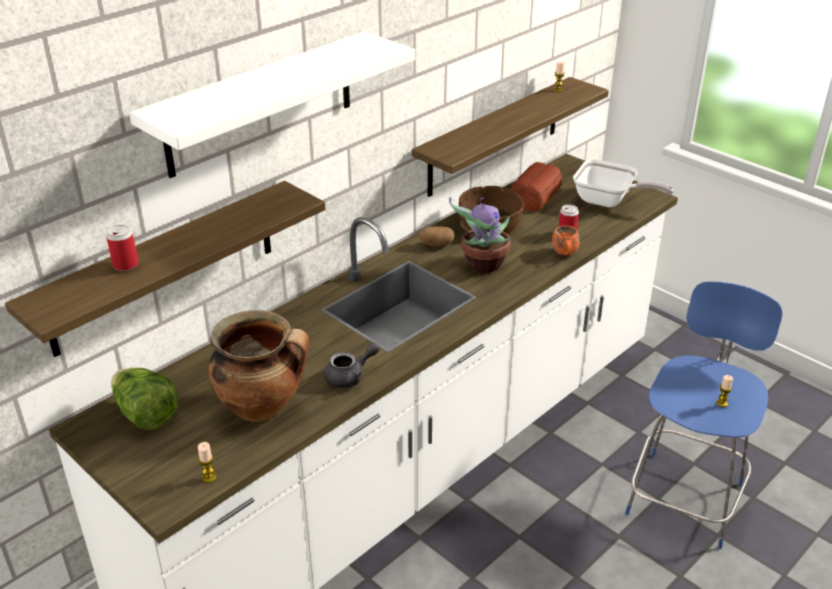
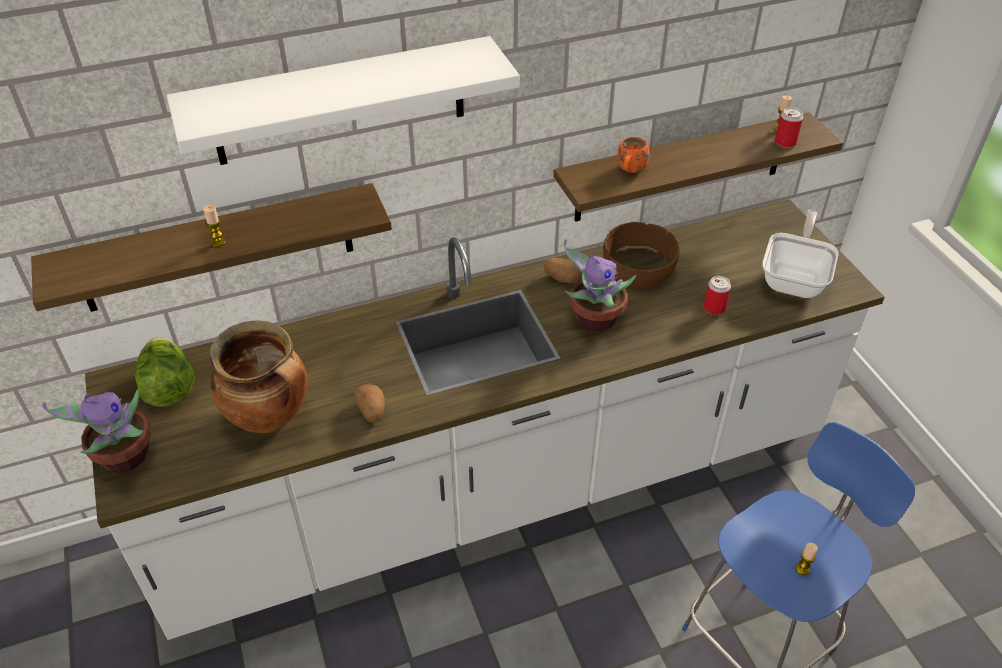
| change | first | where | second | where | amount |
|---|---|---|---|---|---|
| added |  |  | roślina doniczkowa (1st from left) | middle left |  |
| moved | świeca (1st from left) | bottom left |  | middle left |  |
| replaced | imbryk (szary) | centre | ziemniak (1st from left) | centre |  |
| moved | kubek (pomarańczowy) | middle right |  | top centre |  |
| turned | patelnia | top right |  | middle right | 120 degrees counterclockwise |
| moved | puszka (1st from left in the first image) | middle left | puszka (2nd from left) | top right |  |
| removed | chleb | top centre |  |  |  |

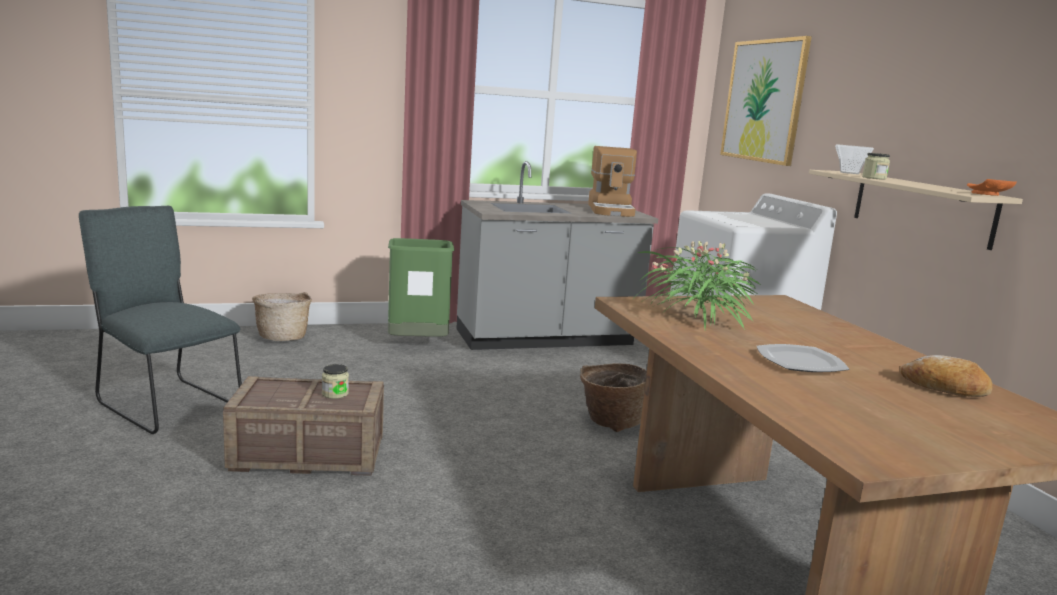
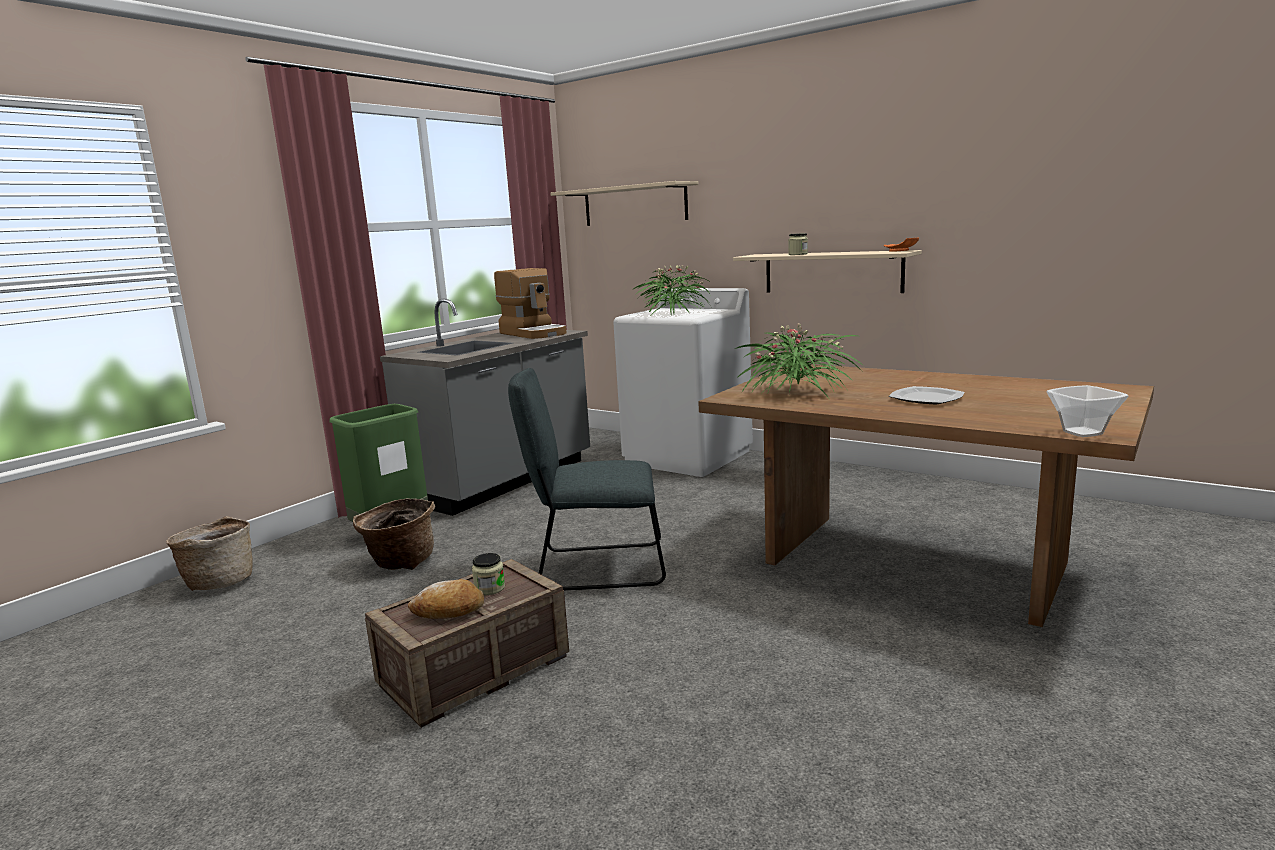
| change | first | where | second | where | amount |
|---|---|---|---|---|---|
| moved | koszyk (2nd from left) | bottom centre |  | middle left |  |
| moved | chleb | middle right |  | bottom centre |  |
| moved | krzesło (szary) | middle left |  | centre |  |
| replaced | obraz | top right | półka (beżowy) (1st from left) | top centre |  |
| added |  |  | roślina doniczkowa (1st from left) | centre |  |
| moved | miska | top right |  | middle right |  |

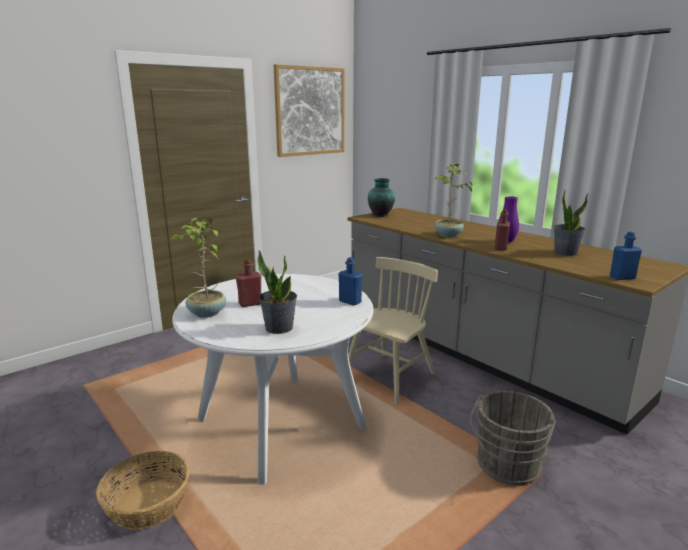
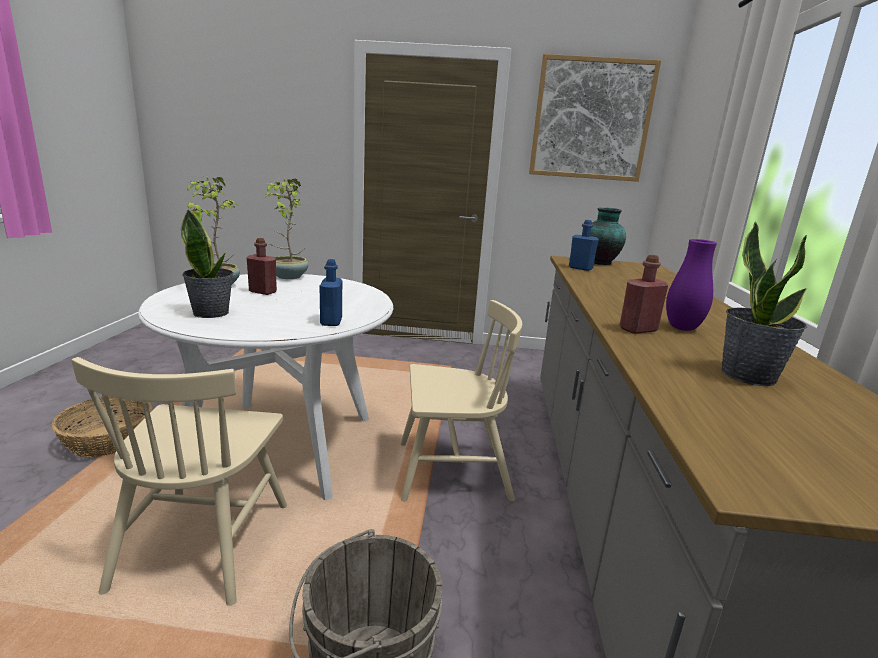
| change | first | where | second | where | amount |
|---|---|---|---|---|---|
| added |  |  | krzesło (beżowy) (1st from left) | bottom left |  |
| moved | roślina doniczkowa (3rd from left) | centre |  | middle left |  |
| moved | butelka (niebieski) (2nd from left) | middle right |  | centre |  |

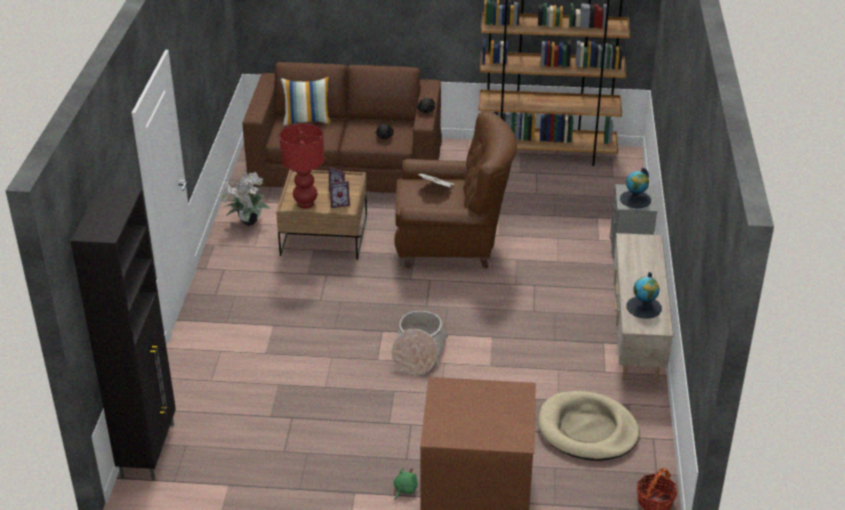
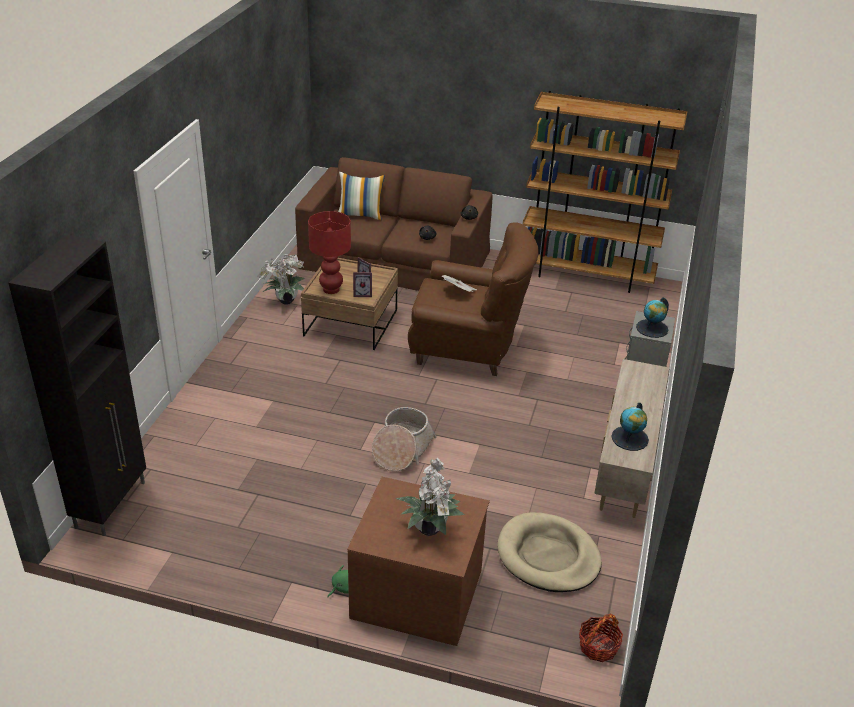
| change | first | where | second | where | amount |
|---|---|---|---|---|---|
| added |  |  | roślina doniczkowa (2nd from left) | bottom centre |  |

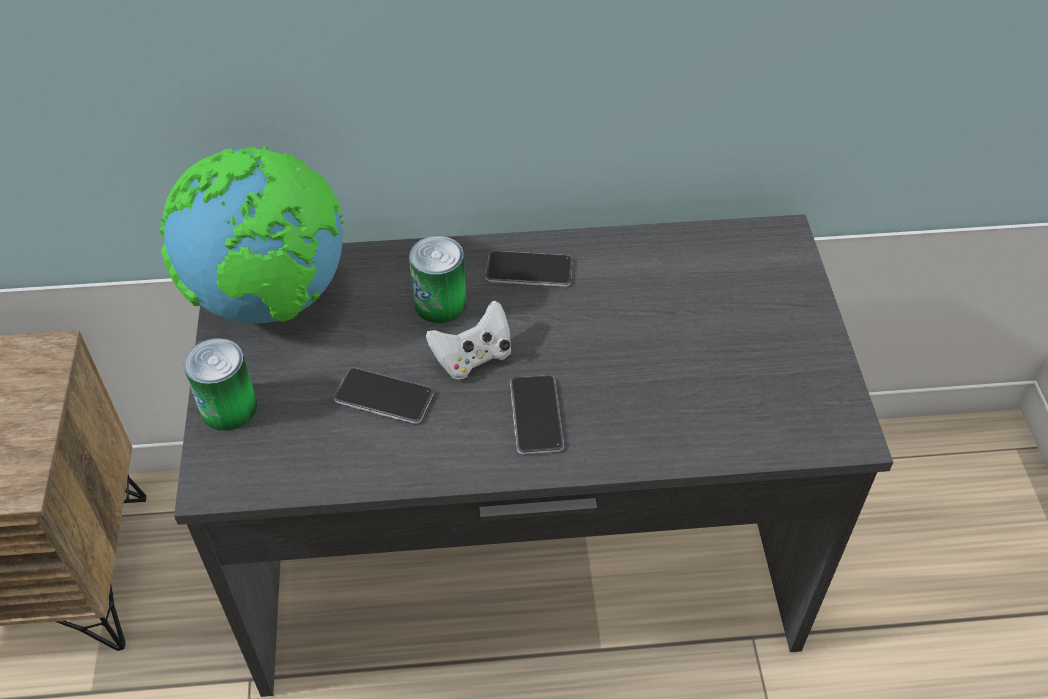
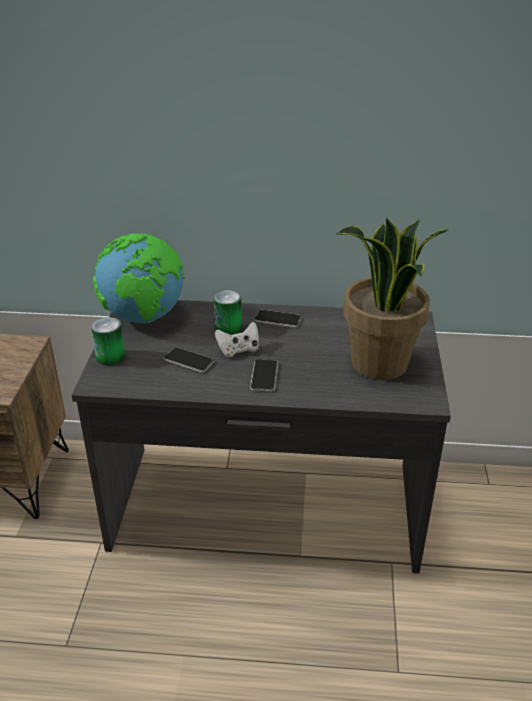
| change | first | where | second | where | amount |
|---|---|---|---|---|---|
| added |  |  | roślina doniczkowa | middle right |  |

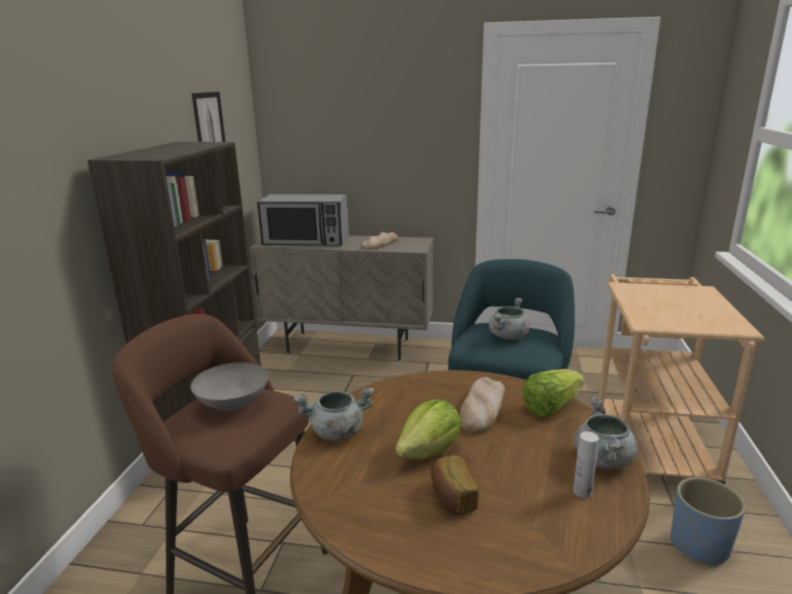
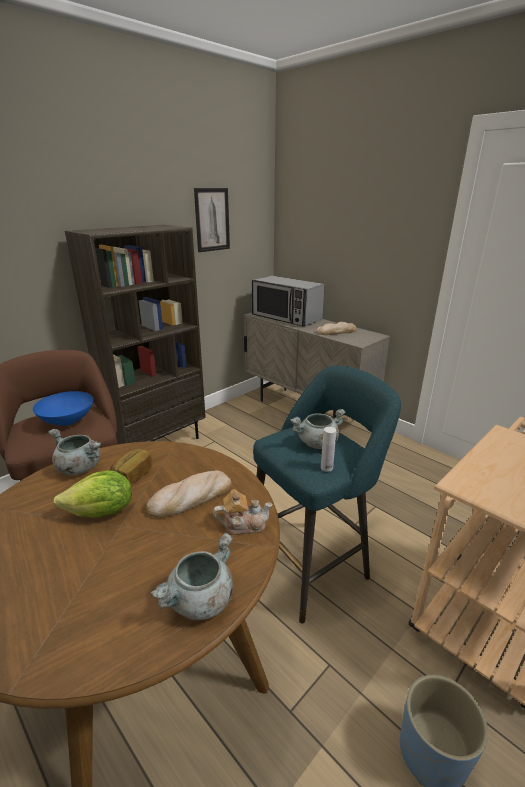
| change | first | where | second | where | amount |
|---|---|---|---|---|---|
| recoloured | miska (szary) | middle left | miska (niebieski) | middle left |  |
| moved | chleb (2nd from left in the first image) | bottom centre | chleb (1st from left) | middle left |  |
| replaced | sałata (2nd from left) | middle right | imbryk | centre |  |
| moved | butelka (biały) | bottom right |  | centre |  |

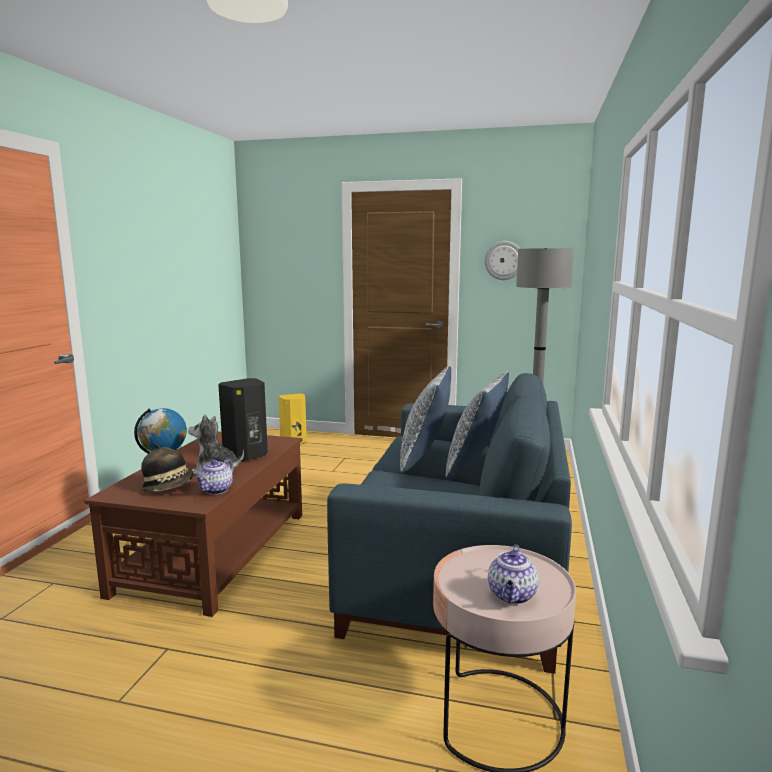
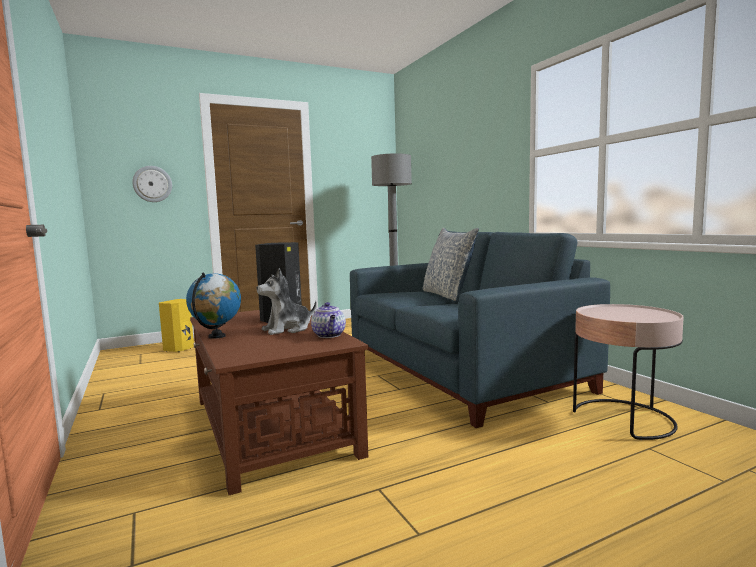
| change | first | where | second | where | amount |
|---|---|---|---|---|---|
| moved | zegar ścienny | centre |  | top left |  |
| removed | kapelusz | middle left |  |  |  |
| removed | poduszka (1st from left) | centre |  |  |  |
| removed | imbryk (2nd from left) | bottom centre |  |  |  |

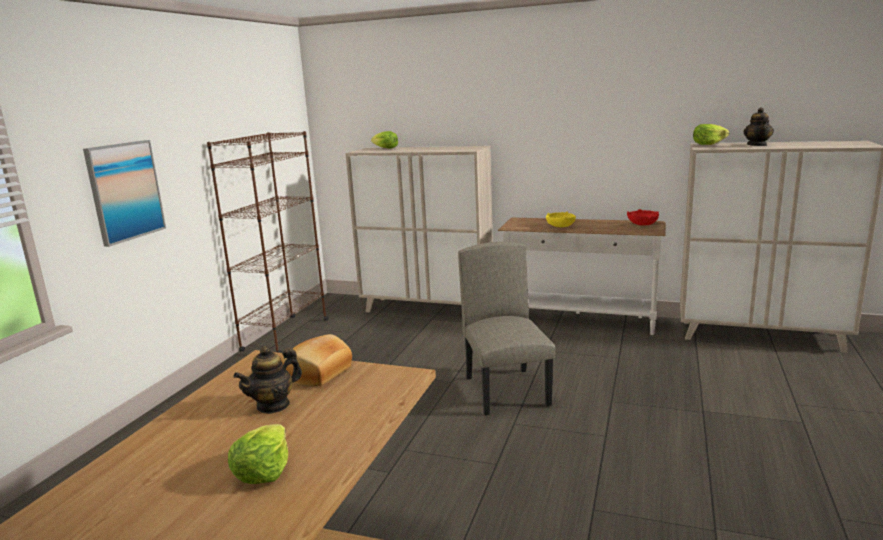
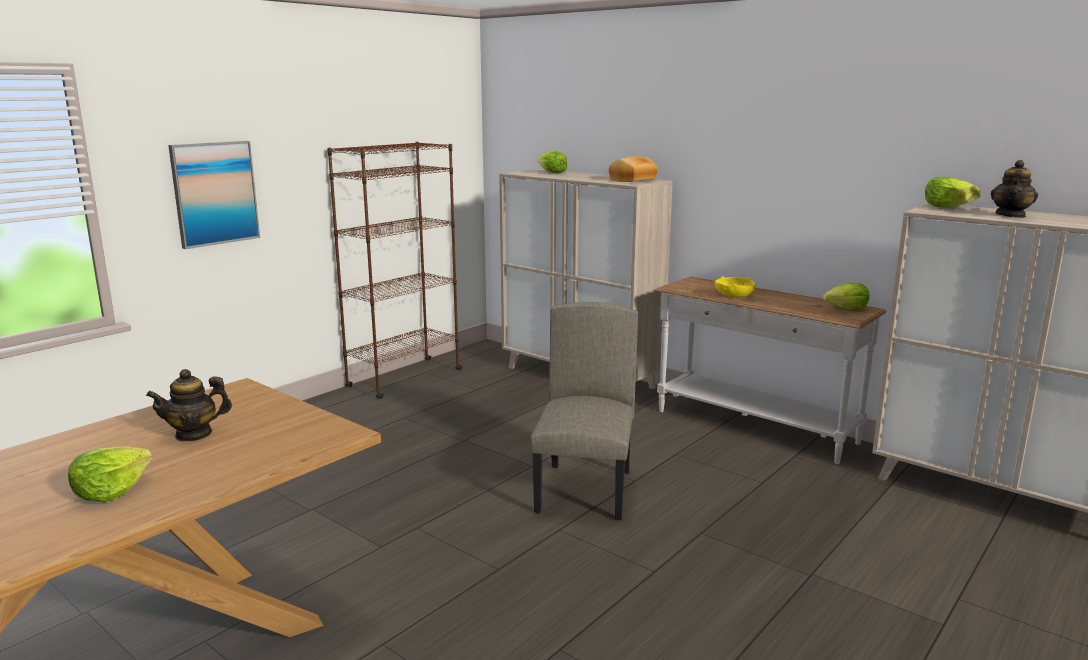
| change | first | where | second | where | amount |
|---|---|---|---|---|---|
| moved | chleb | bottom centre |  | top centre |  |
| replaced | miska (czerwony) | middle right | sałata (3rd from left) | middle right |  |

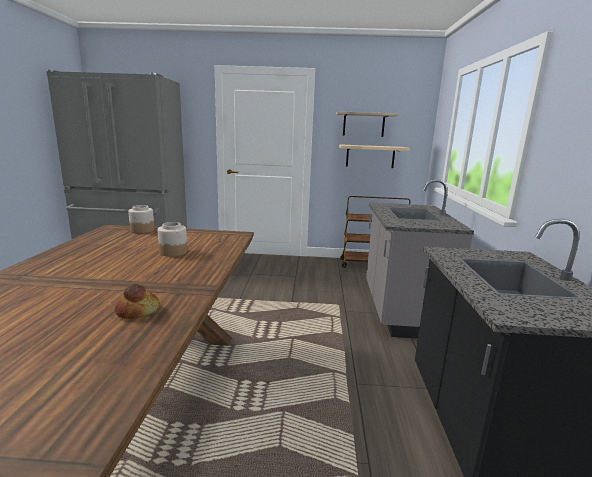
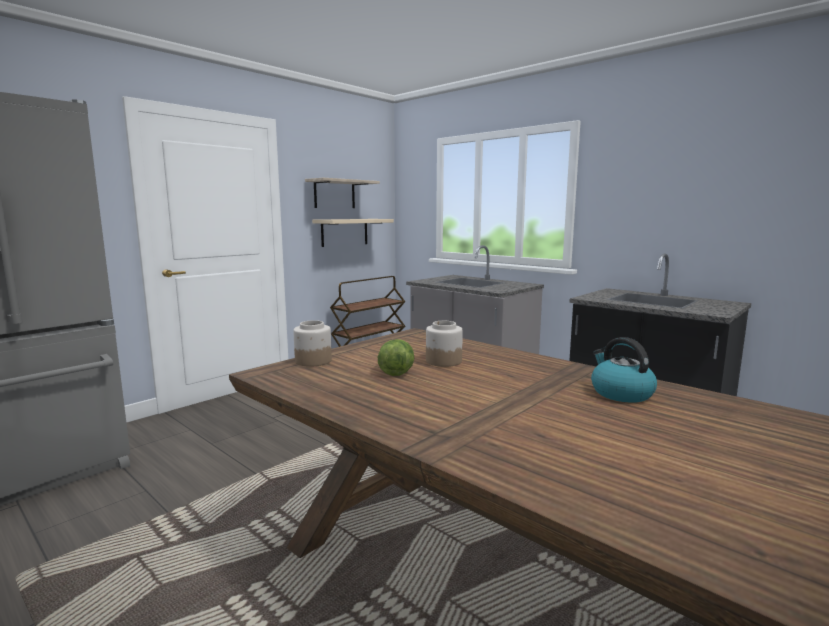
| change | first | where | second | where | amount |
|---|---|---|---|---|---|
| added |  |  | sałata | centre |  |
| replaced | chleb | middle left | czajnik | middle right |  |

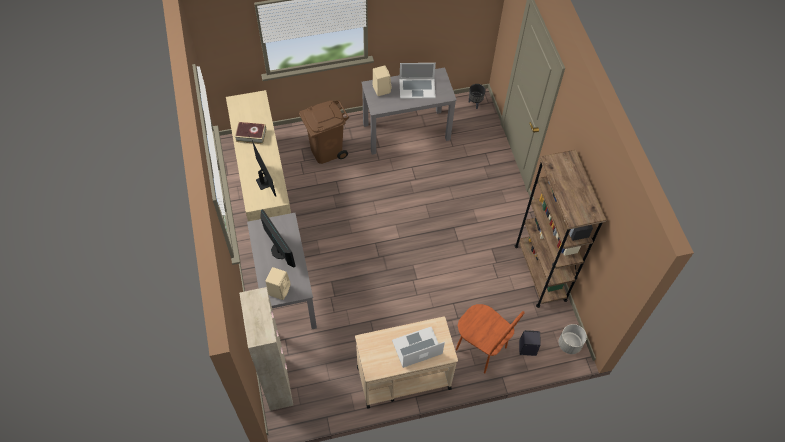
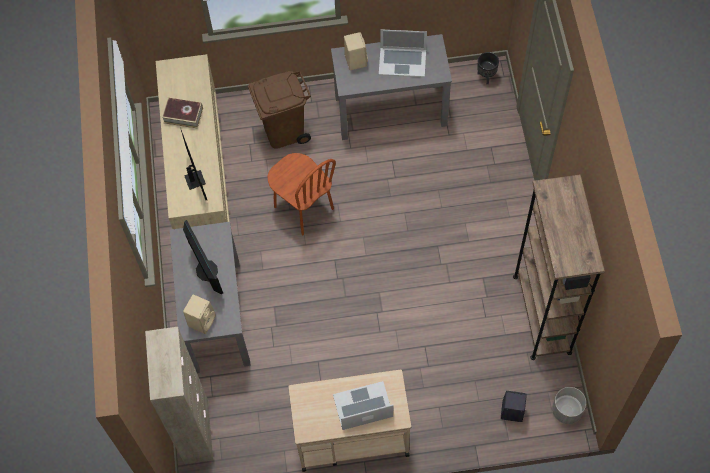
| change | first | where | second | where | amount |
|---|---|---|---|---|---|
| moved | krzesło (brązowy) | bottom centre |  | centre |  |

